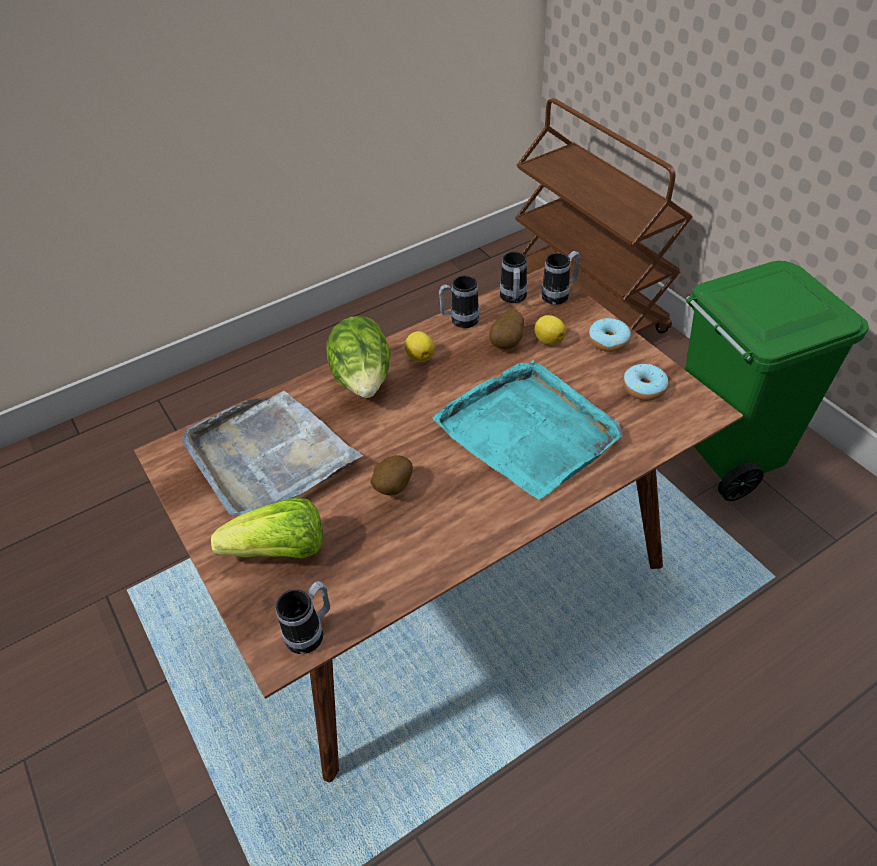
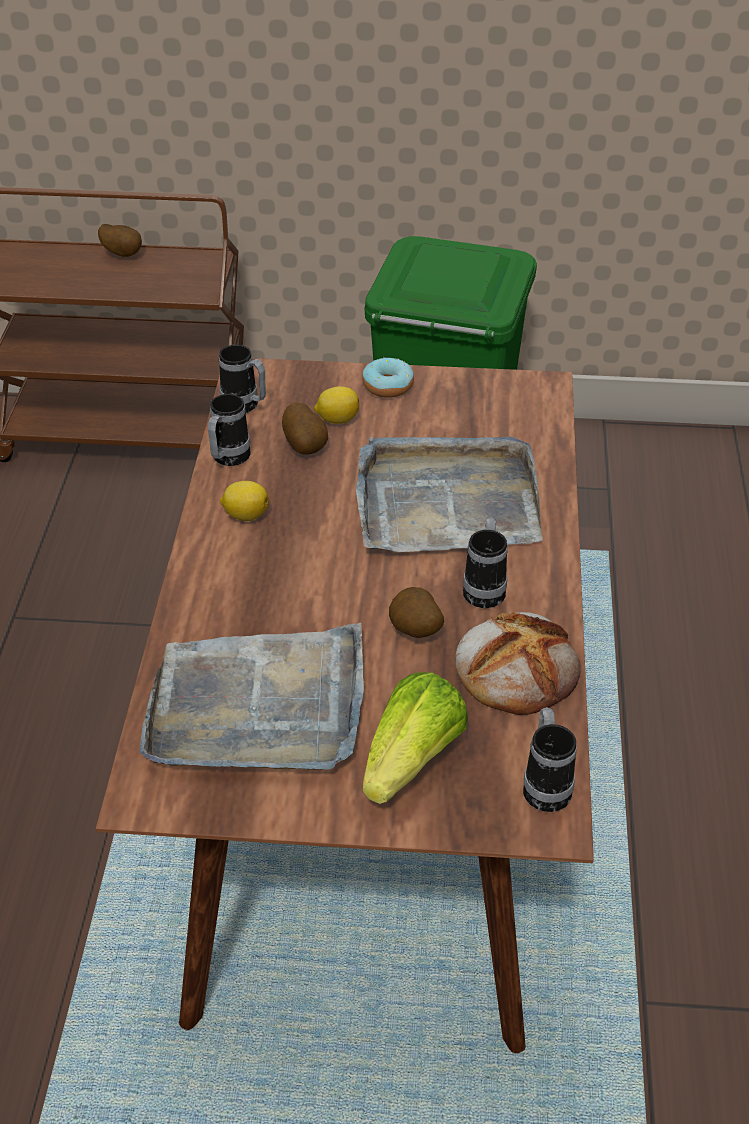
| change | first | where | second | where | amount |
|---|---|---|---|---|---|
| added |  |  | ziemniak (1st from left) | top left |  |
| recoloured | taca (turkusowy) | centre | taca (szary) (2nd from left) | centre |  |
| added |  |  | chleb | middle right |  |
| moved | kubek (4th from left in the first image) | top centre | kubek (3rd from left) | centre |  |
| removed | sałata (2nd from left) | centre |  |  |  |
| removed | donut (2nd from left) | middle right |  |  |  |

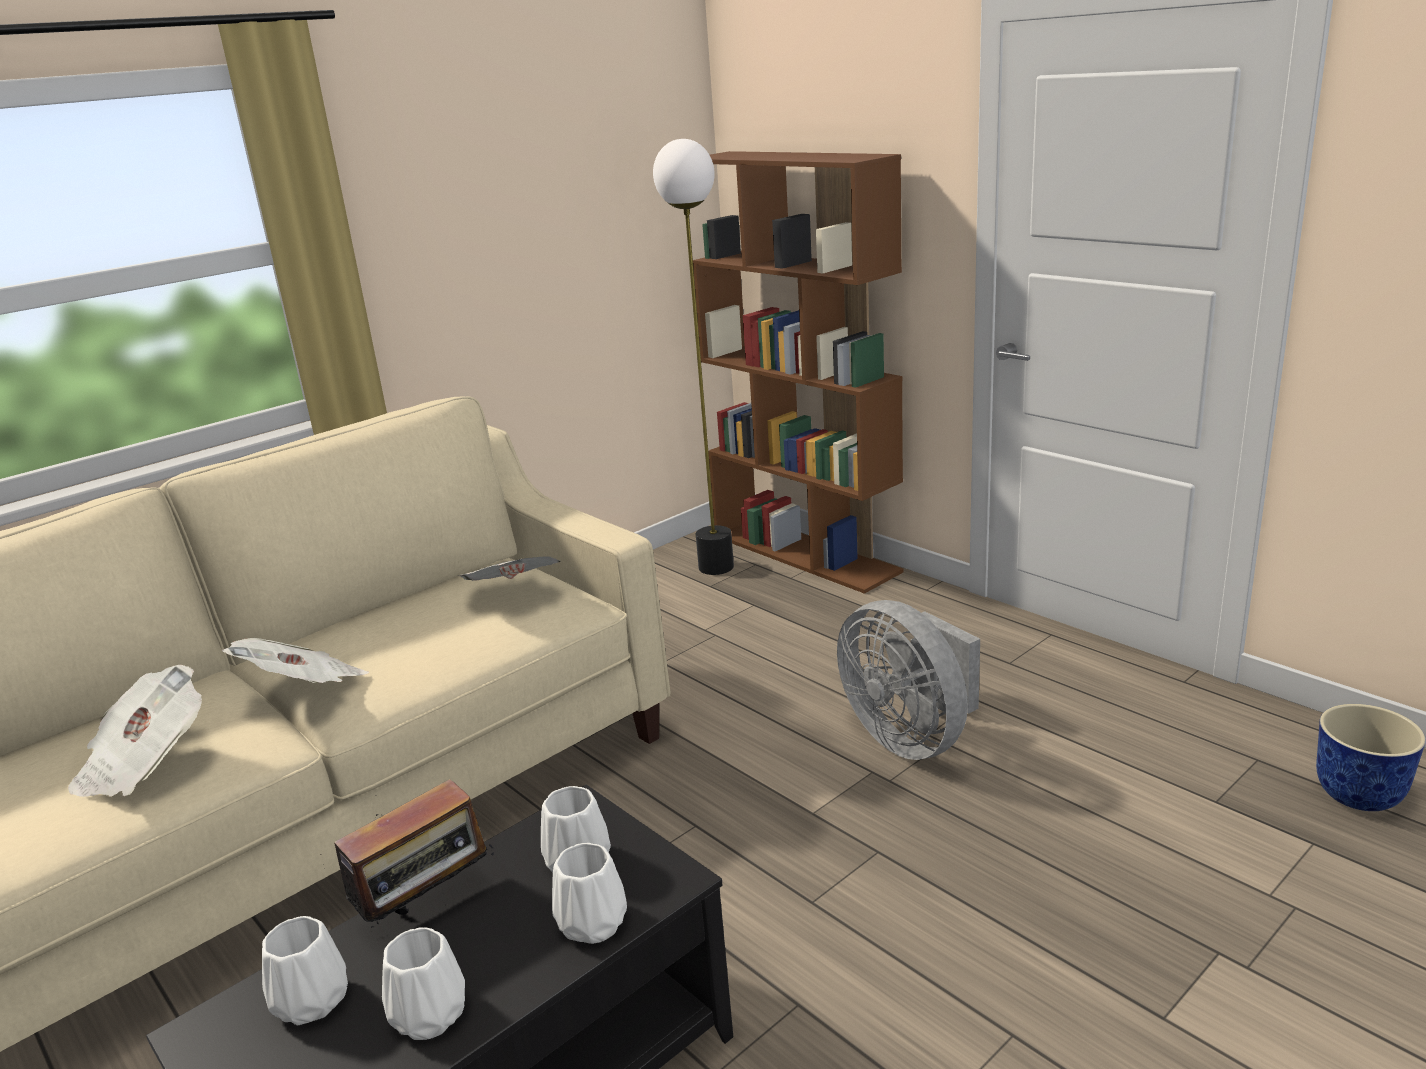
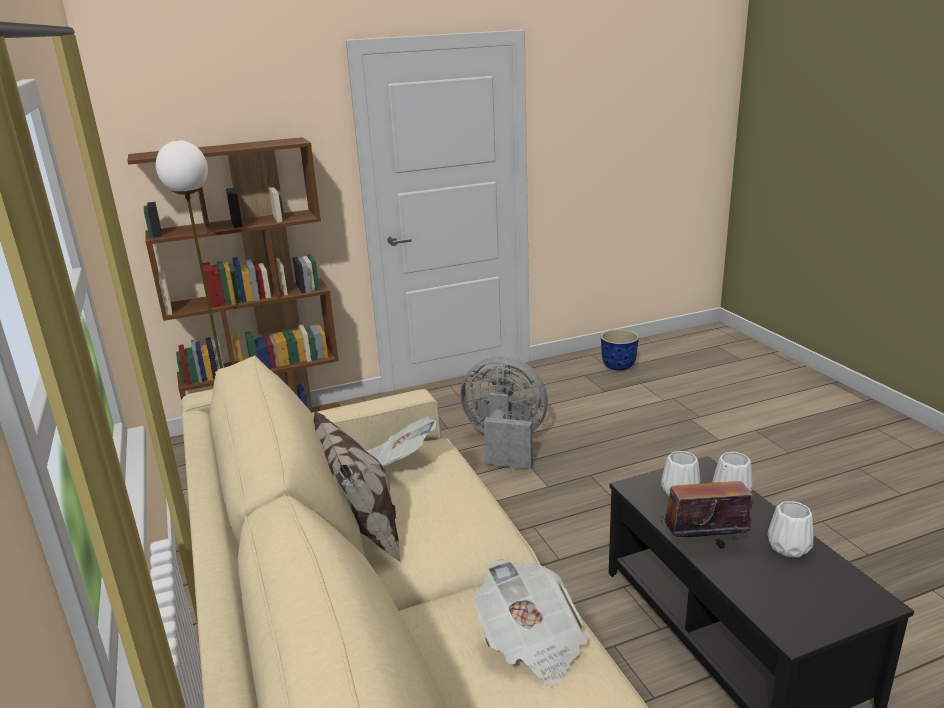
| change | first | where | second | where | amount |
|---|---|---|---|---|---|
| added |  |  | poduszka | bottom centre |  |
| turned | wentylator (szary) | centre |  | centre | 150 degrees counterclockwise |
| turned | radio | bottom left |  | bottom right | 75 degrees counterclockwise |
| removed | gazeta (2nd from left) | middle left |  |  |  |
| removed | wazon (biały) (1st from left) | bottom left |  |  |  |

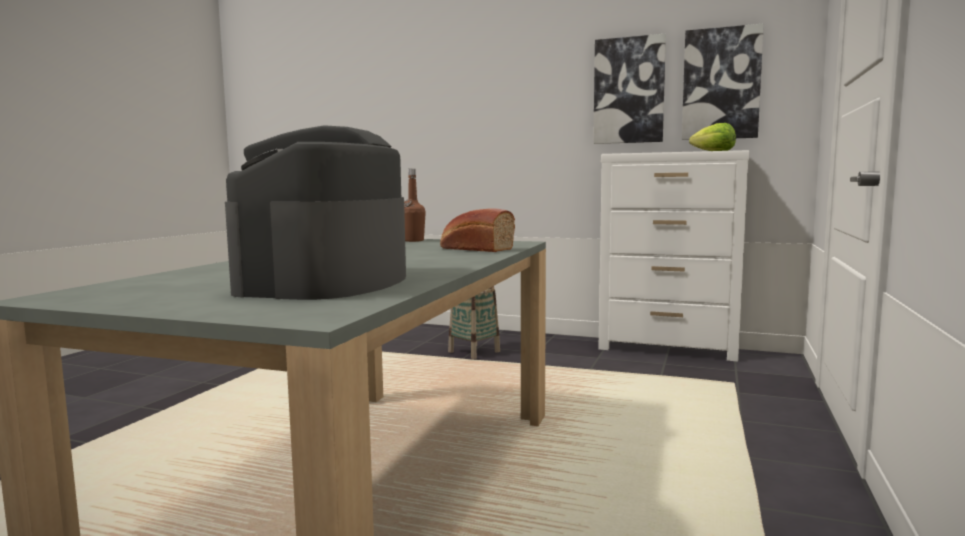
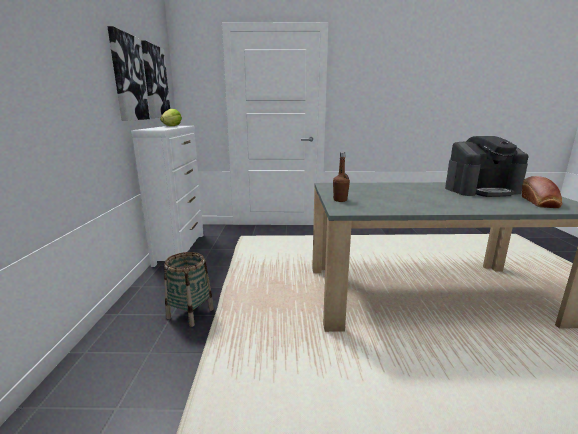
| change | first | where | second | where | amount |
|---|---|---|---|---|---|
| moved | chleb | centre |  | middle right |  |

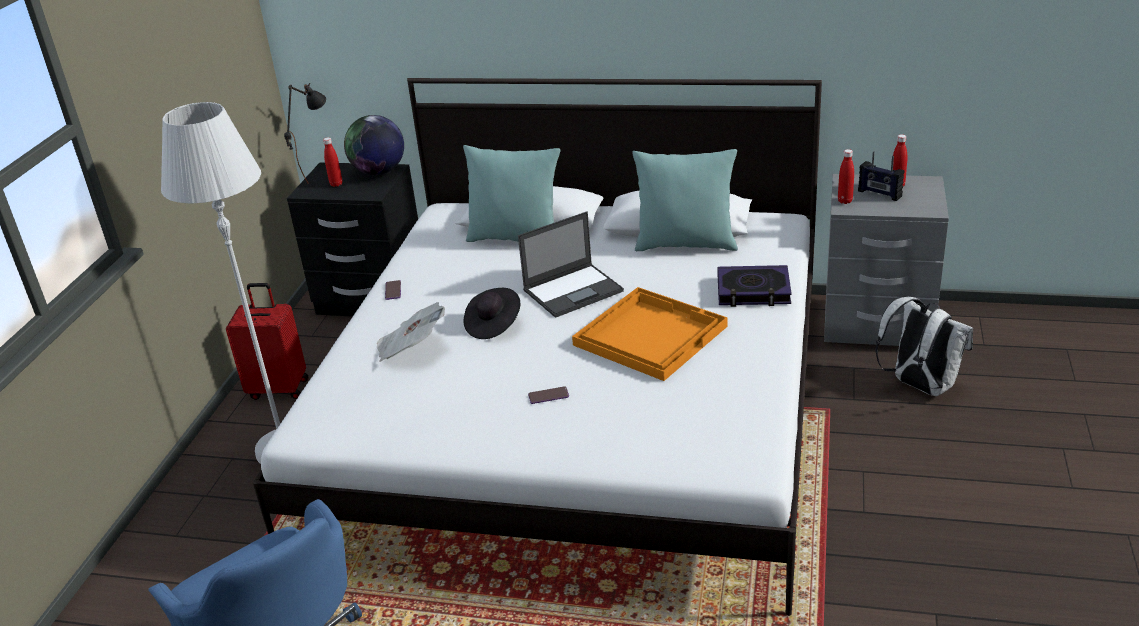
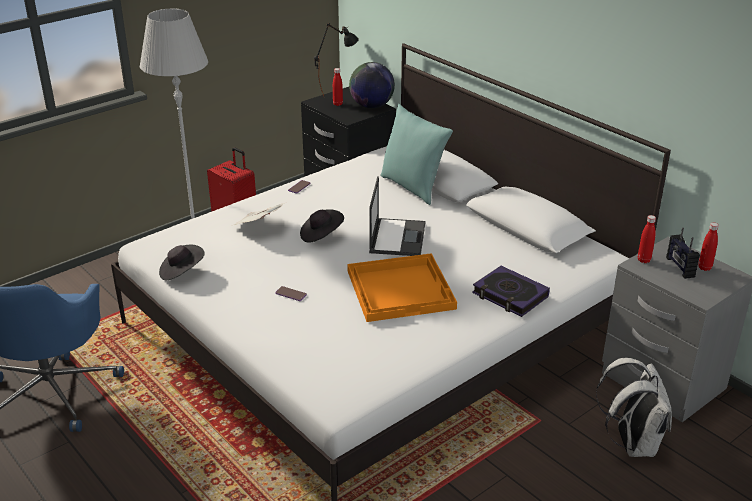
| change | first | where | second | where | amount |
|---|---|---|---|---|---|
| added |  |  | kapelusz (czarny) (1st from left) | middle left |  |
| turned | laptop | centre |  | centre | 90 degrees counterclockwise |
| removed | poduszka (turkusowy) (2nd from left) | top centre |  |  |  |

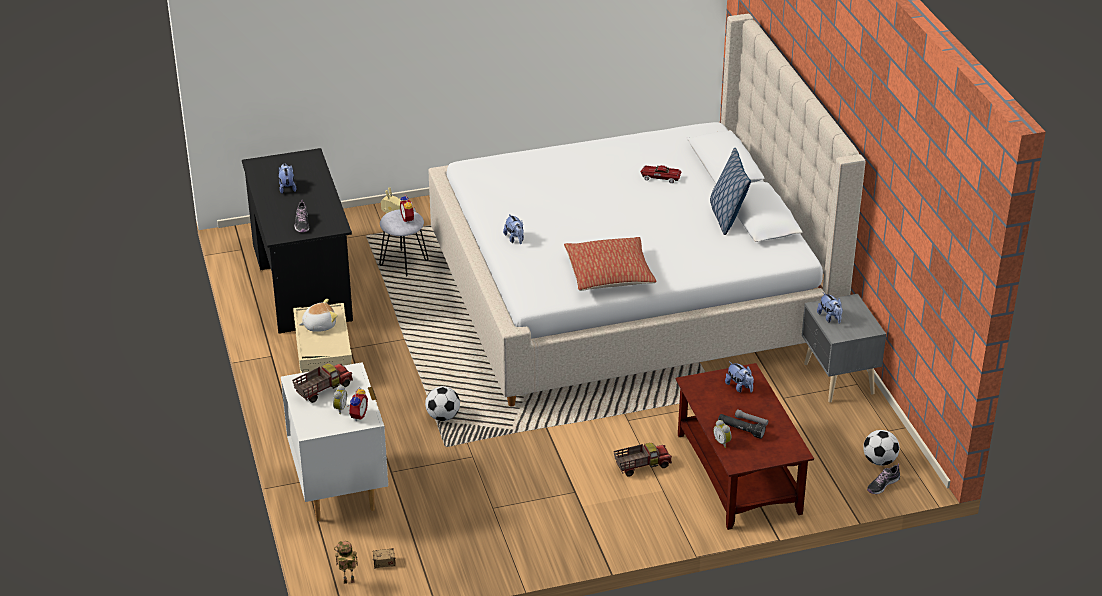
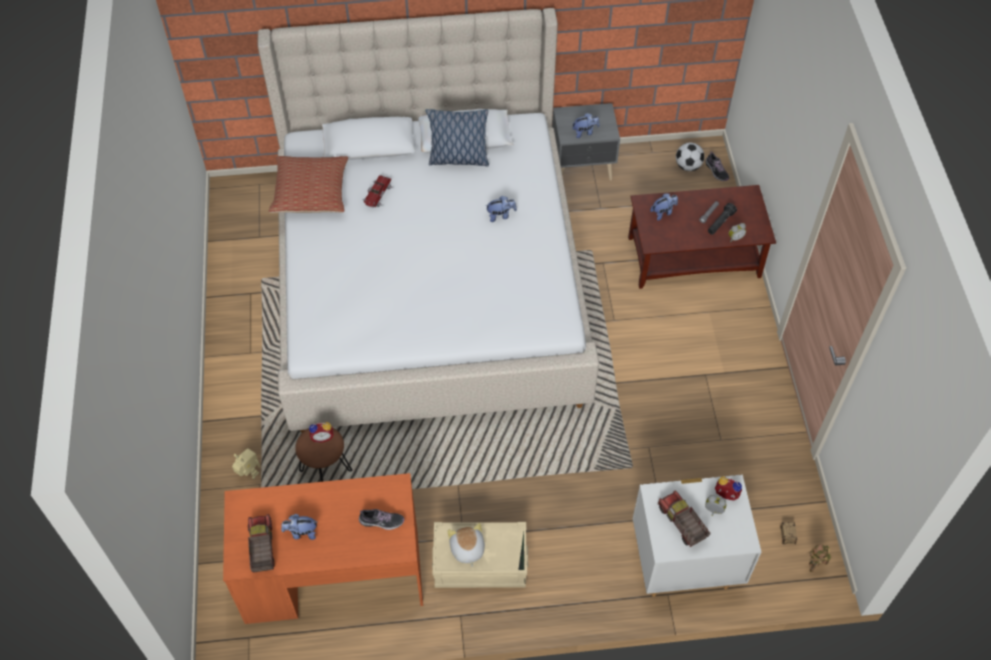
| change | first | where | second | where | amount |
|---|---|---|---|---|---|
| recoloured | biurko (czarny) | middle left | biurko (pomarańczowy) | bottom left |  |
| moved | ciężarówka zabawkowa (2nd from left in the first image) | bottom centre | ciężarówka zabawkowa (1st from left) | bottom left |  |
| moved | poduszka (1st from left) | centre |  | top left |  |
| recoloured | stołek (szary) | centre | stołek (brązowy) | bottom left |  |
| moved | pluszak (3rd from left) | centre |  | top centre |  |
| removed | piłka futbolowa (1st from left) | bottom centre |  |  |  |

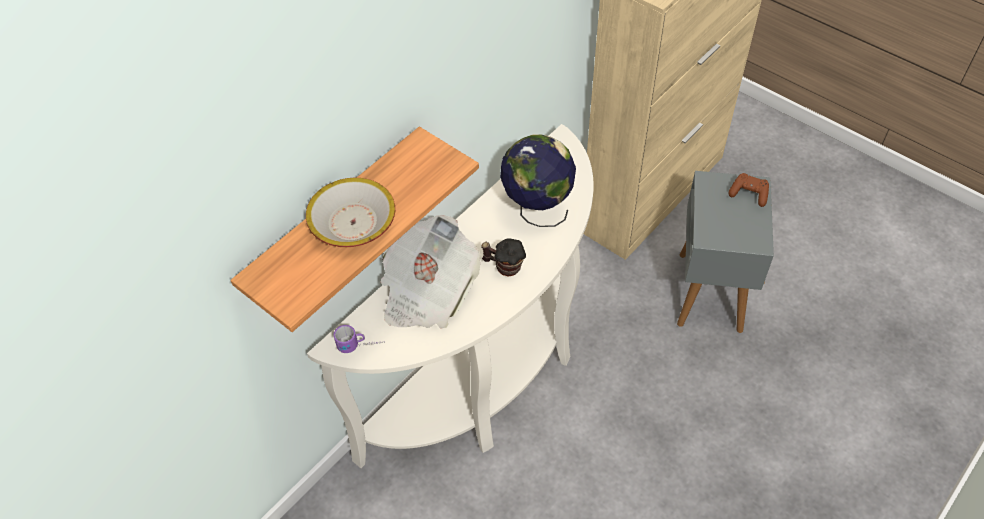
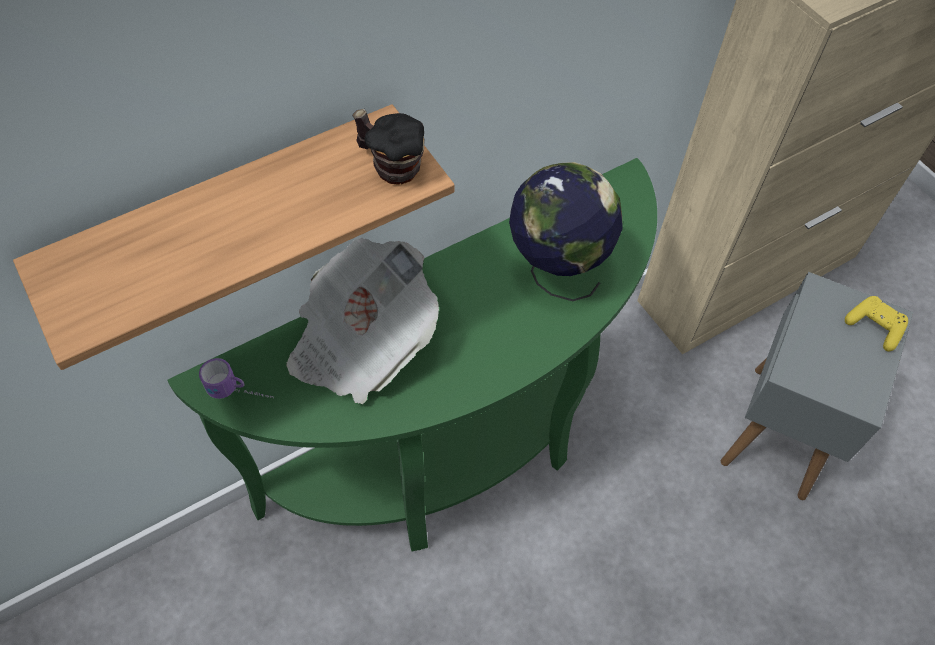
| change | first | where | second | where | amount |
|---|---|---|---|---|---|
| recoloured | stolik konsolowy (biały) | centre | stolik konsolowy (zielony) | centre |  |
| moved | kubek (2nd from left) | centre |  | top centre |  |
| recoloured | pad do gier (brązowy) | middle right | pad do gier (żółty) | middle right |  |
| removed | miska | centre |  |  |  |

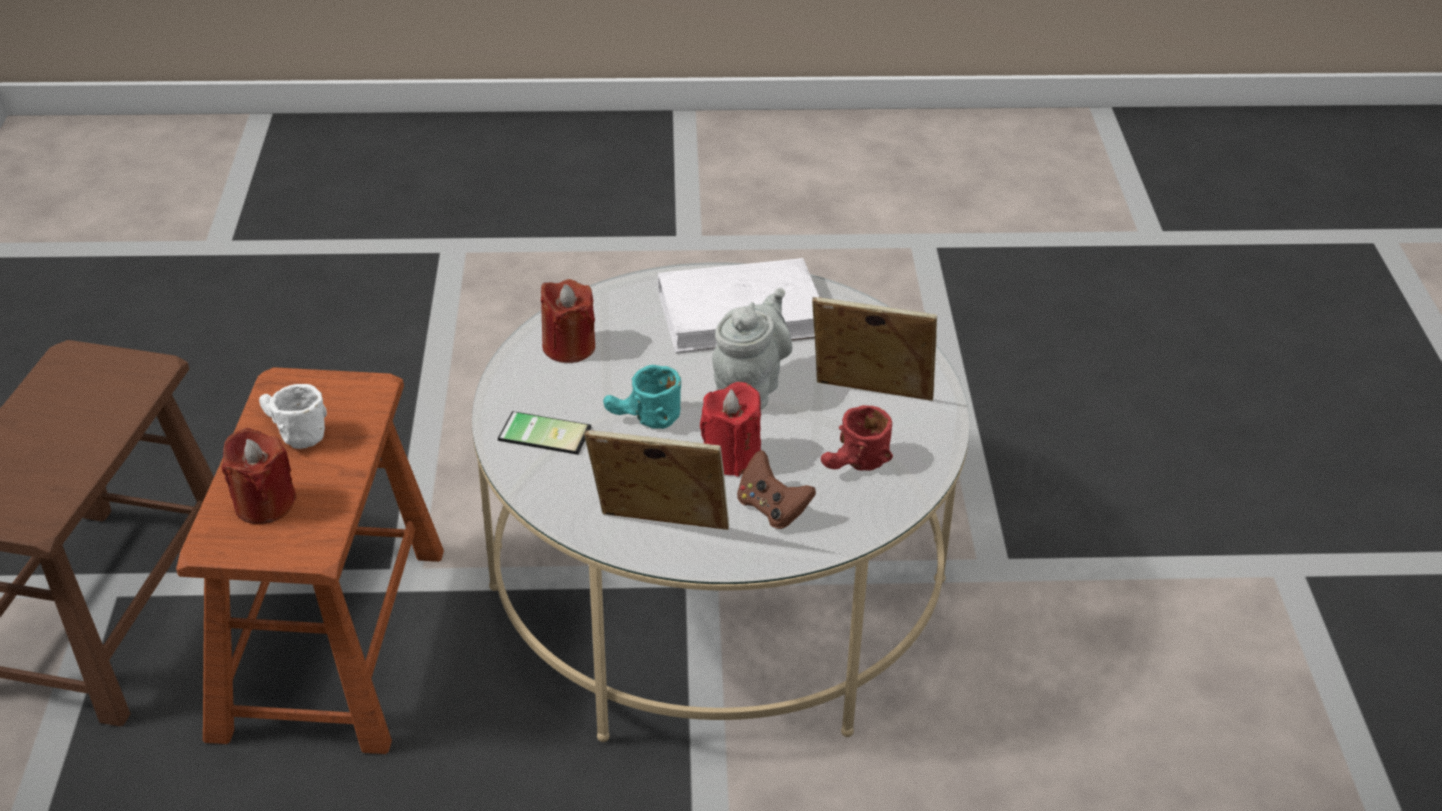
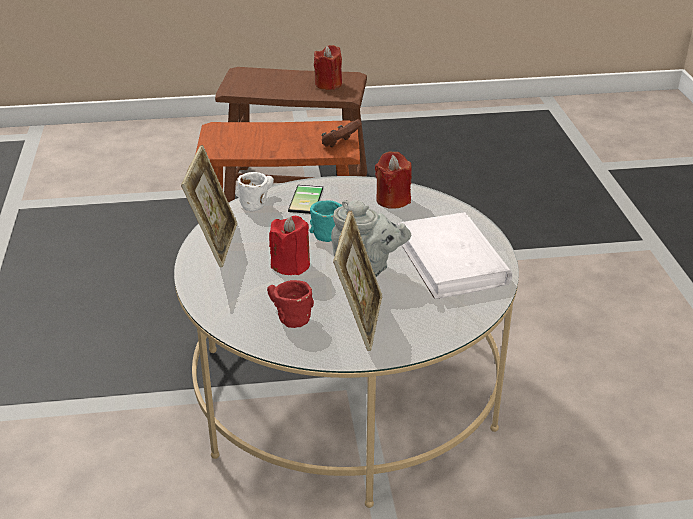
| change | first | where | second | where | amount |
|---|---|---|---|---|---|
| moved | kubek (biały) | middle left |  | centre |  |
| moved | świeca (czerwony) (1st from left in the first image) | middle left | świeca (czerwony) (2nd from left) | top centre |  |
| moved | pad do gier (brązowy) | centre |  | top centre |  |

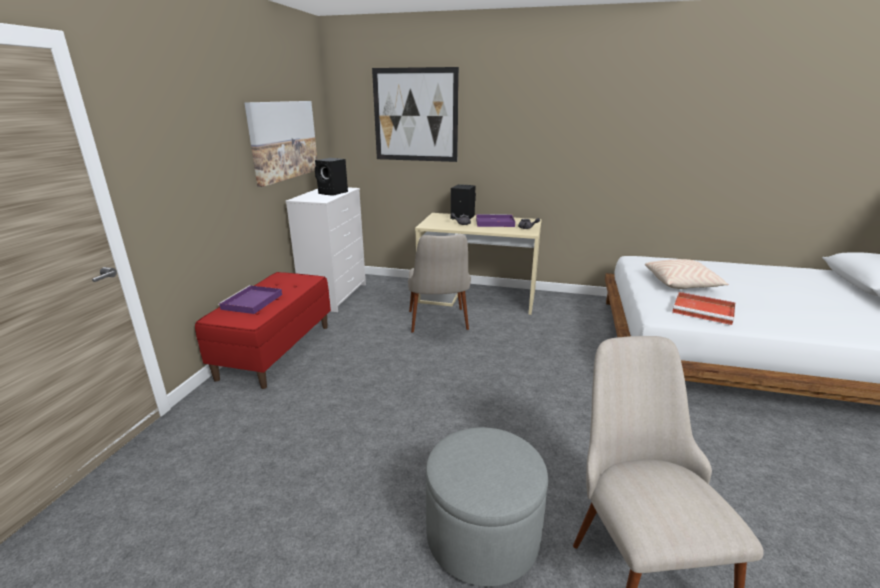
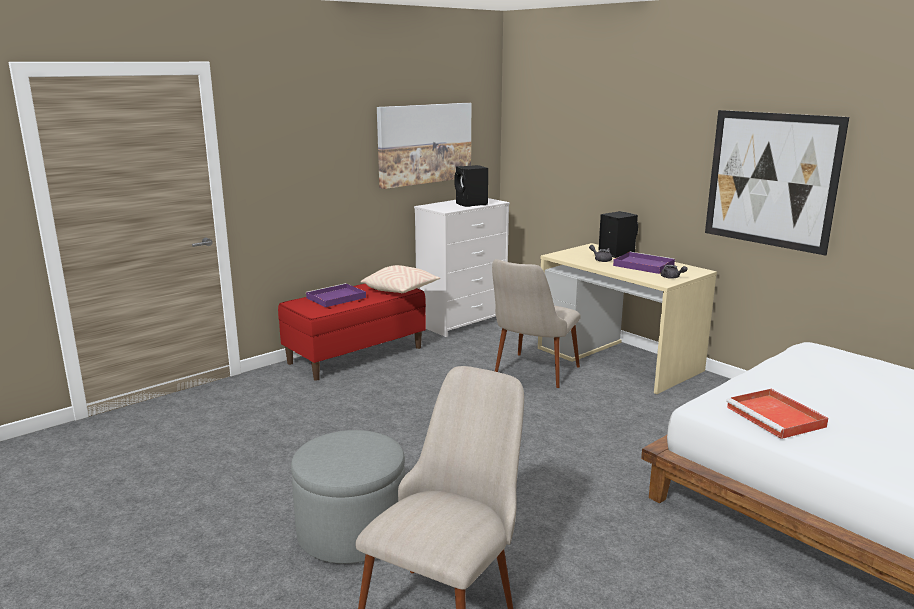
| change | first | where | second | where | amount |
|---|---|---|---|---|---|
| moved | poduszka (beżowy) | middle right |  | centre |  |
| moved | obraz (2nd from left) | top centre |  | top right |  |

